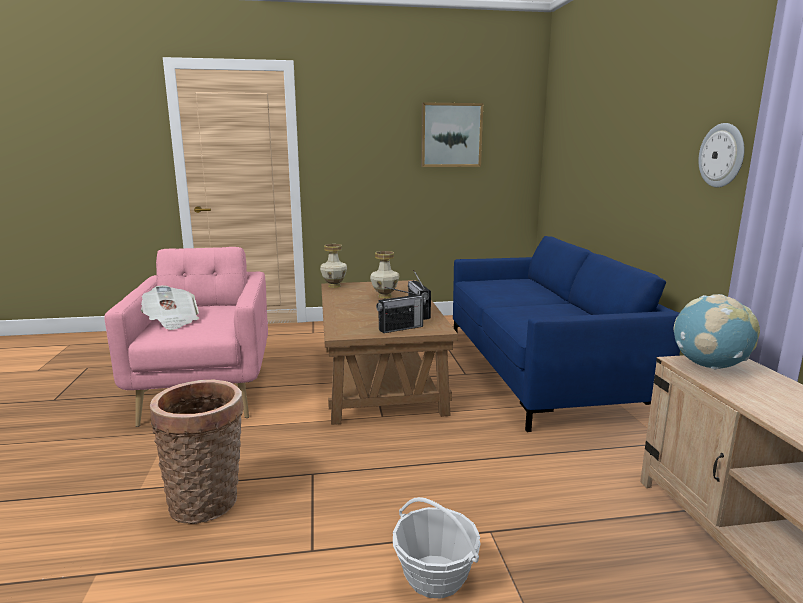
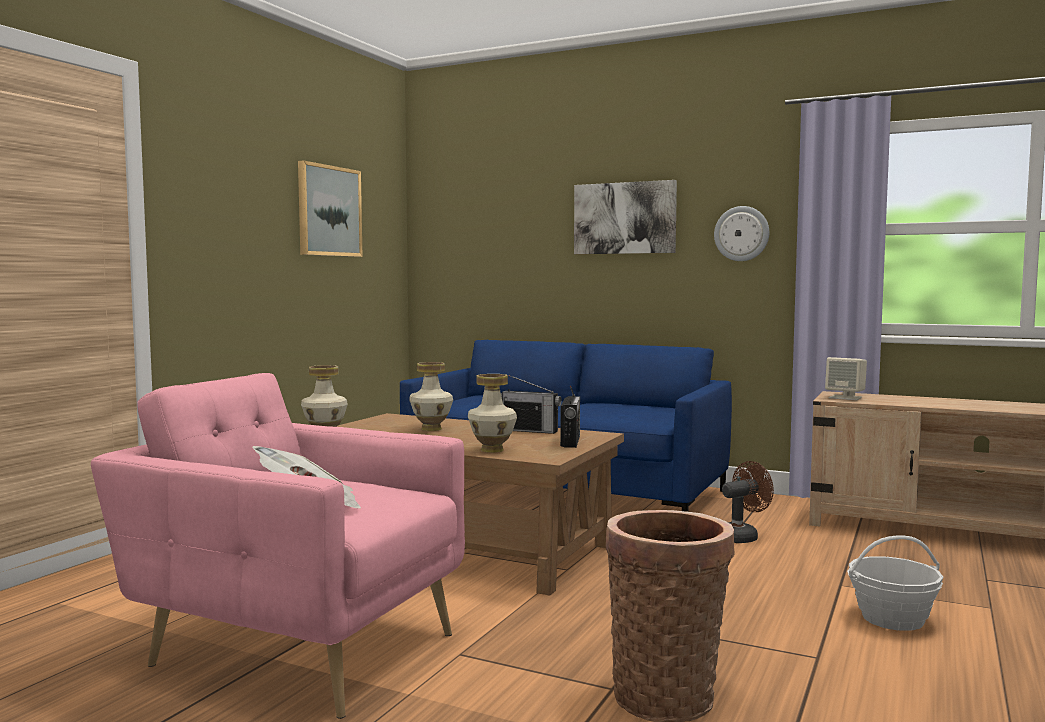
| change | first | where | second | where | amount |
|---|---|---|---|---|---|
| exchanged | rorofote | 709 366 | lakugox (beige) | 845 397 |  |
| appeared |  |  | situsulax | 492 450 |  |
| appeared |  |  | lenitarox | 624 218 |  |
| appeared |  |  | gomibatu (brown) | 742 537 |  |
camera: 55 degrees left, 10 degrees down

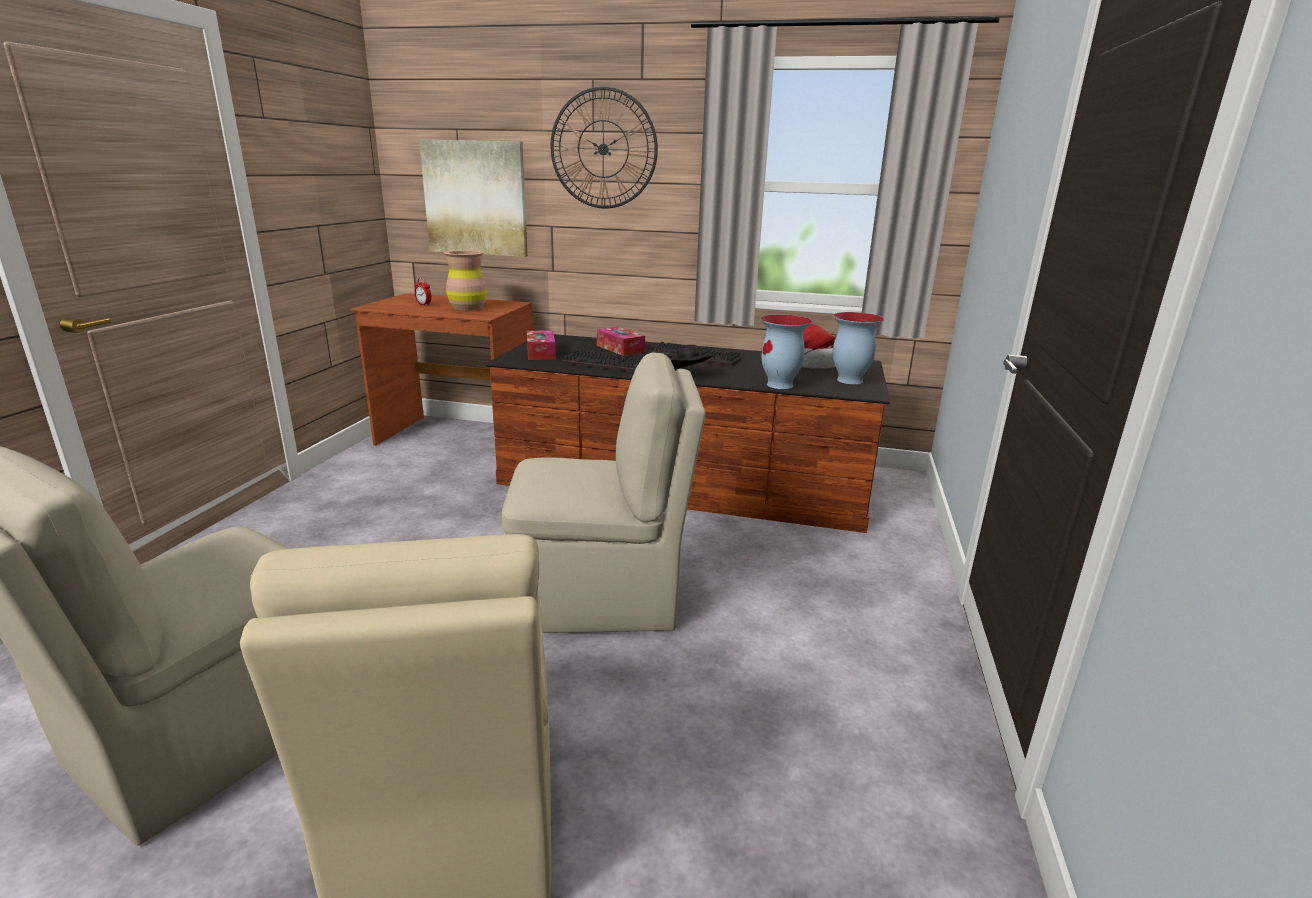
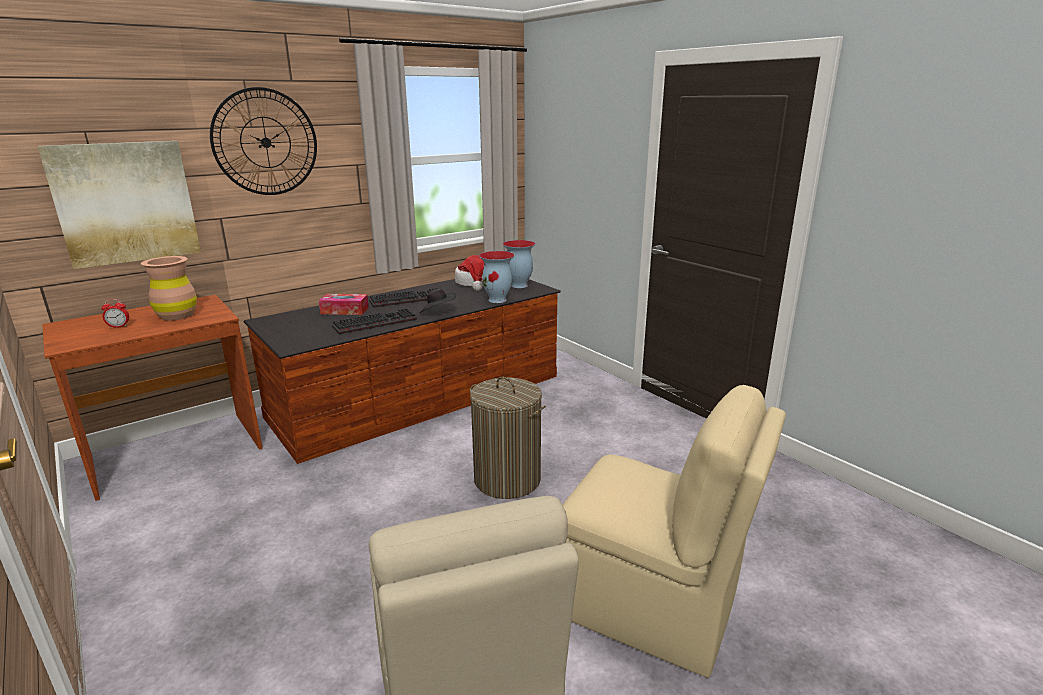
| change | first | where | second | where | amount |
|---|---|---|---|---|---|
| exchanged | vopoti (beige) | 599 597 | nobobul | 507 479 |  |
| missing | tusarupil | 541 353 |  |  |  |
camera: 50 degrees left, 0 degrees up

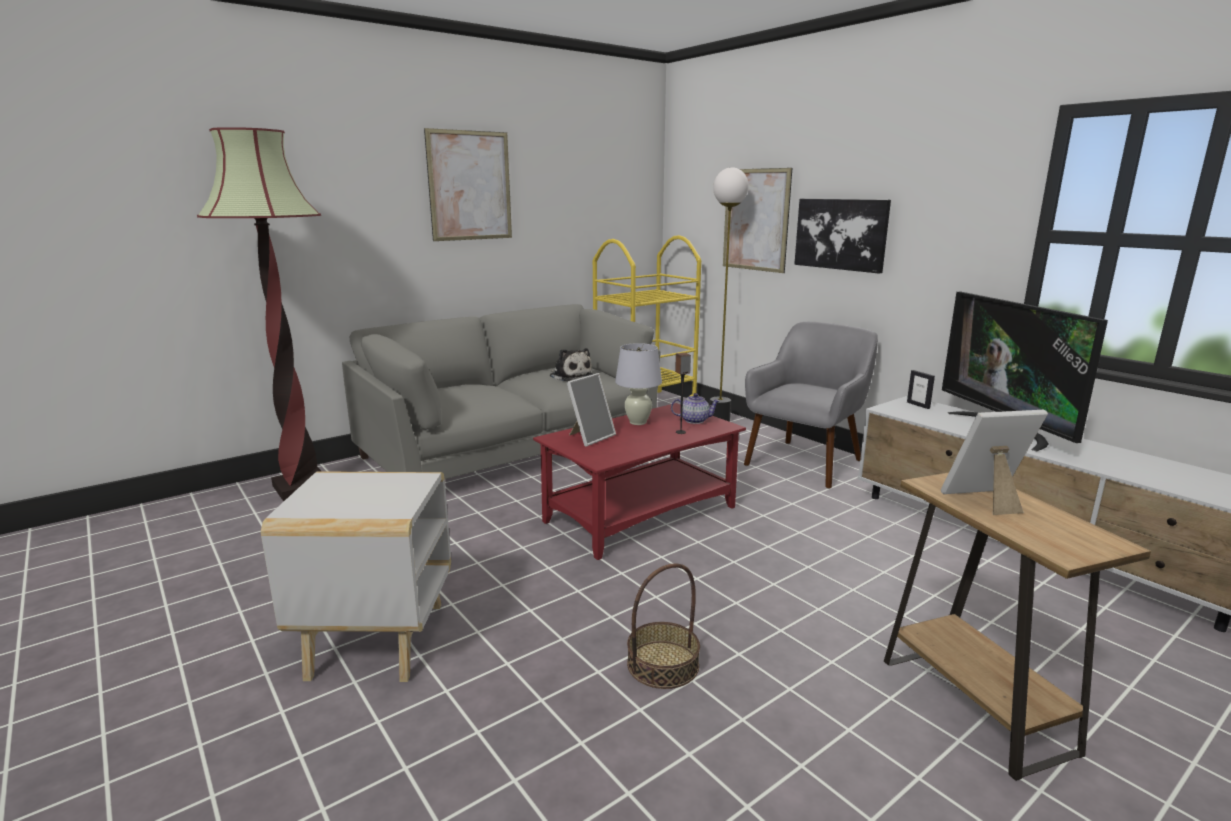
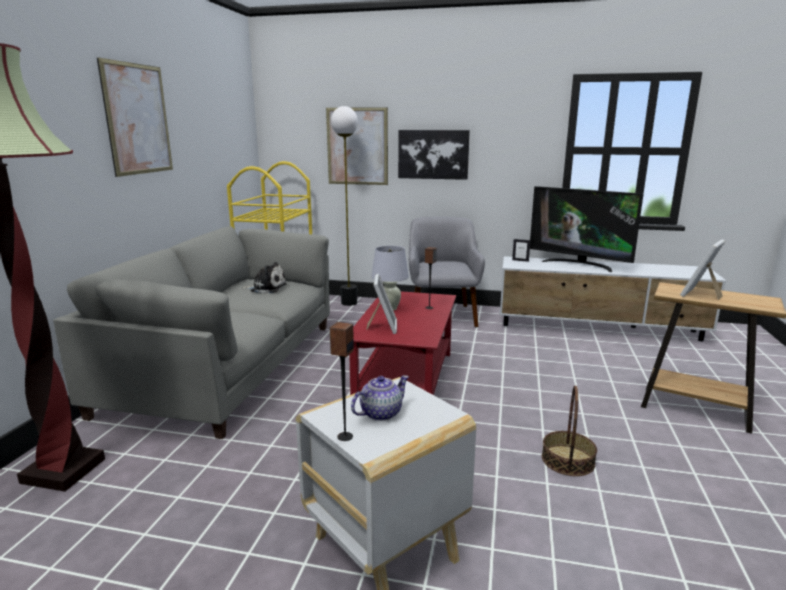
| change | first | where | second | where | amount |
|---|---|---|---|---|---|
| relocated | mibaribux | 694 420 |  | 380 413 |  |
| appeared |  |  | lakugox | 344 436 |  |
camera: 40 degrees left, 0 degrees up

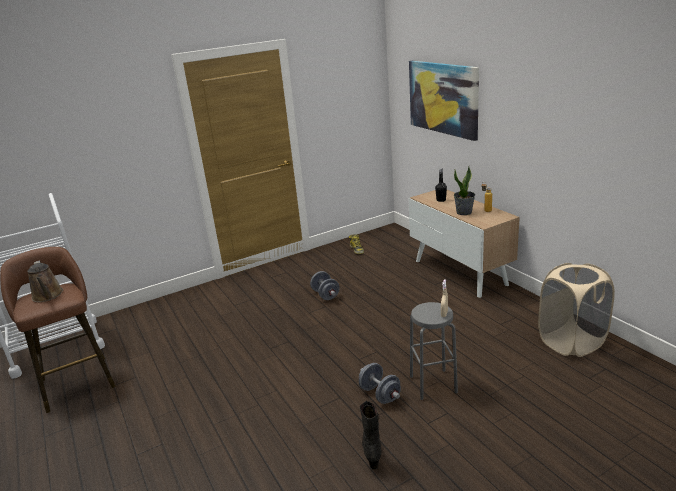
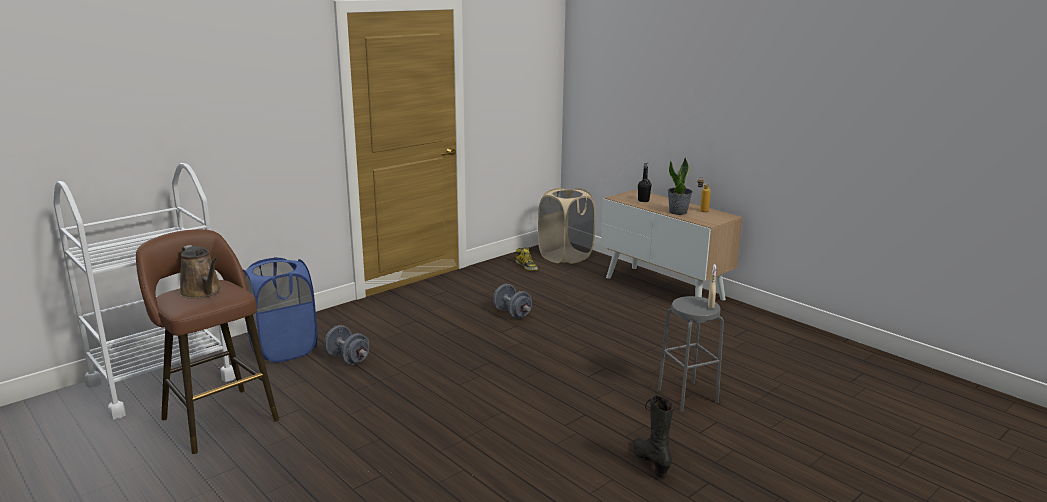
| change | first | where | second | where | amount |
|---|---|---|---|---|---|
| relocated | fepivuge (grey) | 380 394 |  | 347 359 |  |
| missing | lenitarox | 443 98 |  |  |  |
| relocated | nobobul (beige) | 571 342 |  | 565 257 |  |
| appeared |  |  | nobobul (blue) | 284 349 |  |
camera: 15 degrees left, 5 degrees down

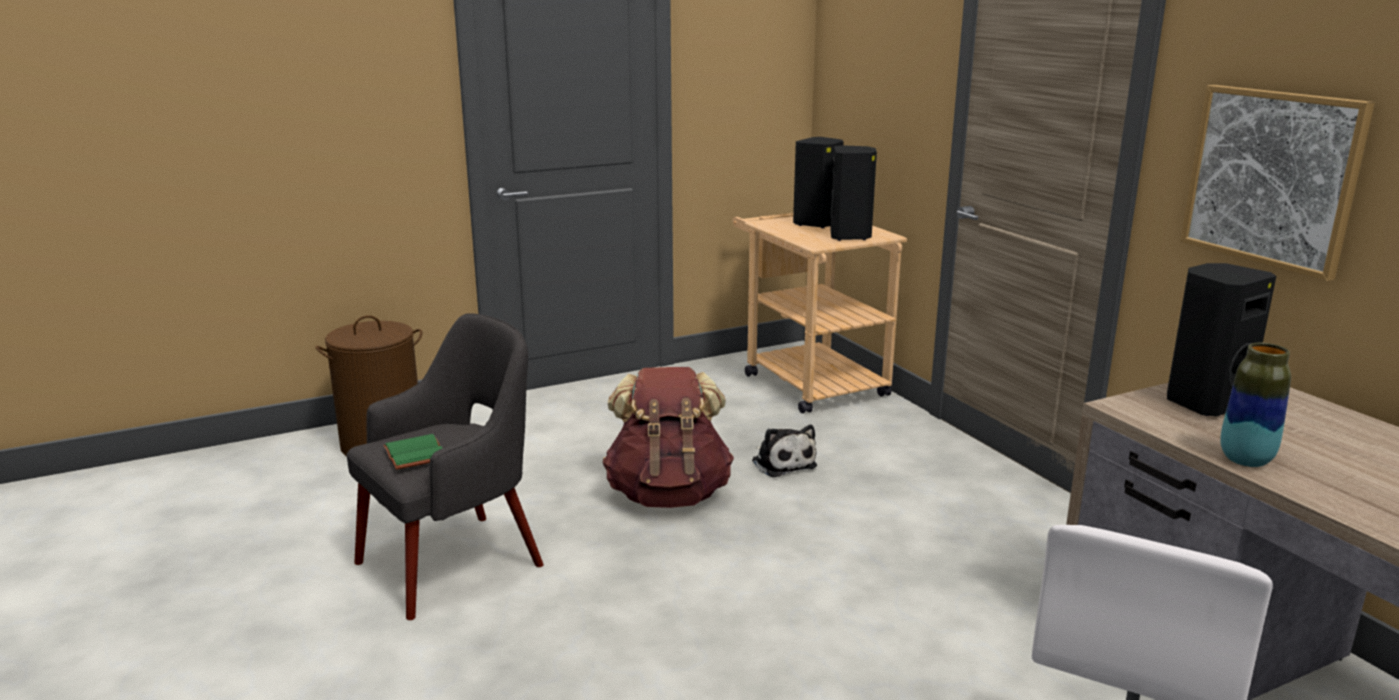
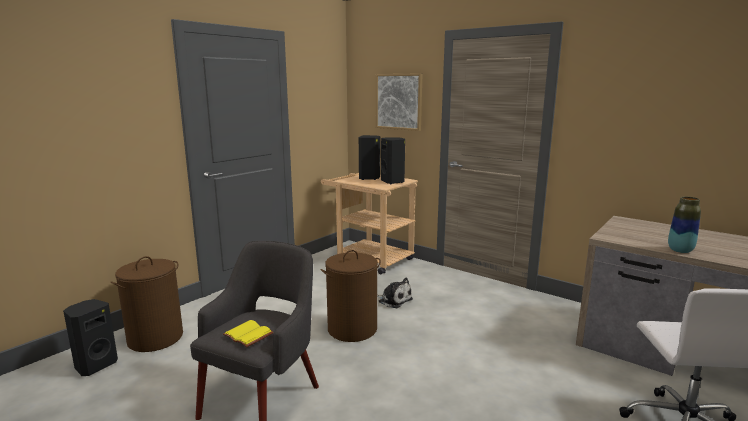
| change | first | where | second | where | amount |
|---|---|---|---|---|---|
| colour | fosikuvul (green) | 417 454 | fosikuvul (yellow) | 249 334 |  |
| exchanged | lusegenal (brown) | 668 494 | nobobul (brown) | 352 329 |  |
| relocated | lakugox (black) | 1203 402 |  | 95 365 |  |
| relocated | lenitarox | 1272 178 |  | 399 101 |  |
camera: 25 degrees left, 5 degrees down

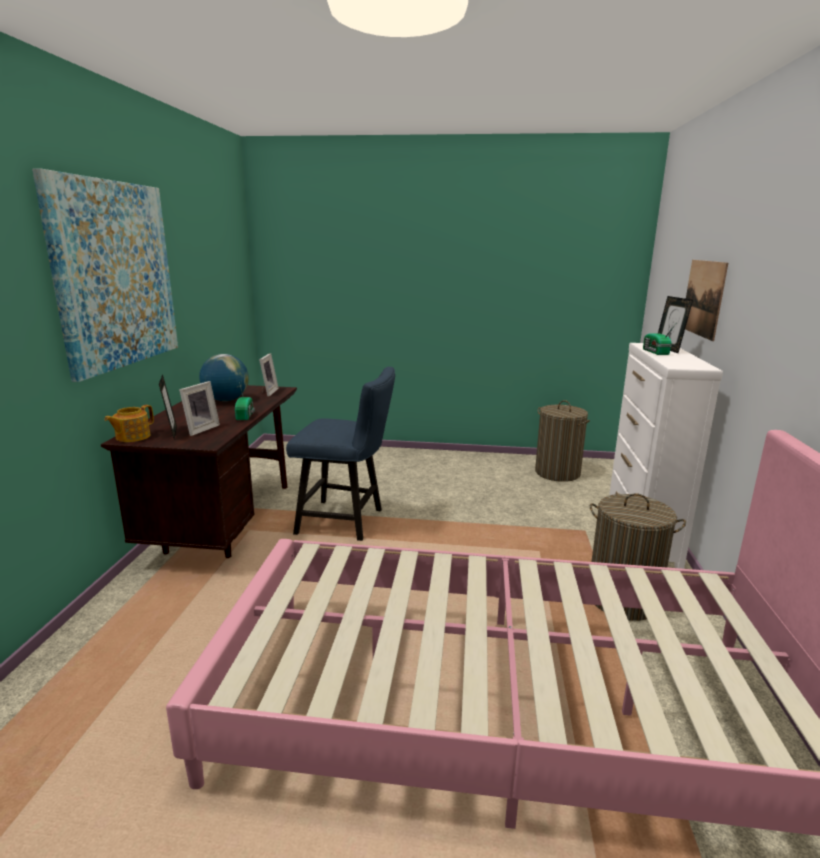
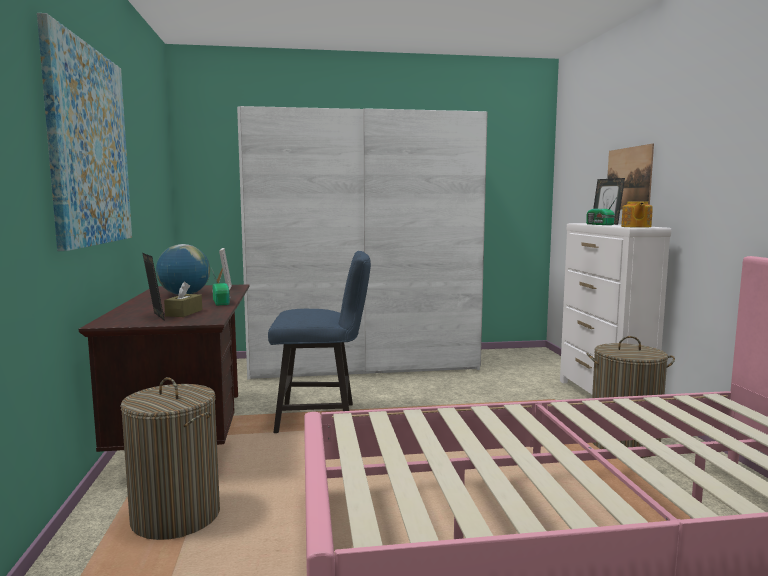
| change | first | where | second | where | amount |
|---|---|---|---|---|---|
| relocated | mibaribux | 132 437 |  | 635 227 |  |
| exchanged | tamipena | 200 429 | tusarupil (brown) | 184 313 |  |
| relocated | nobobul | 557 473 |  | 175 516 |  |
| appeared |  |  | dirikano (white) | 363 364 |  |
camera: 15 degrees left, 10 degrees down

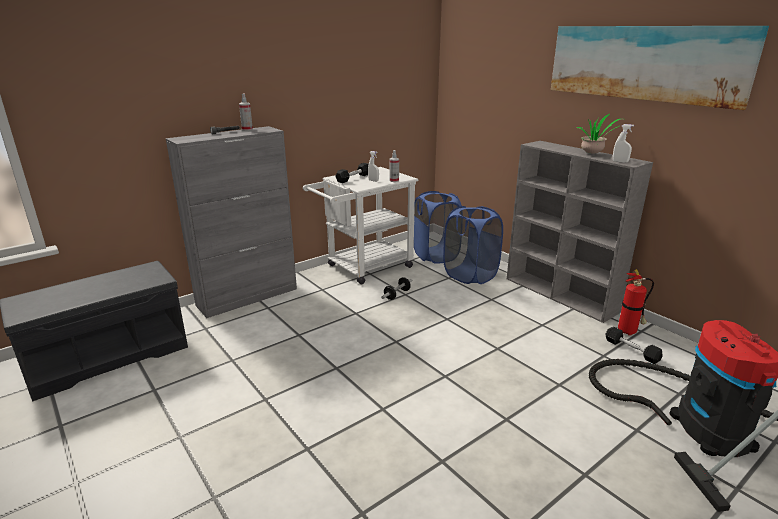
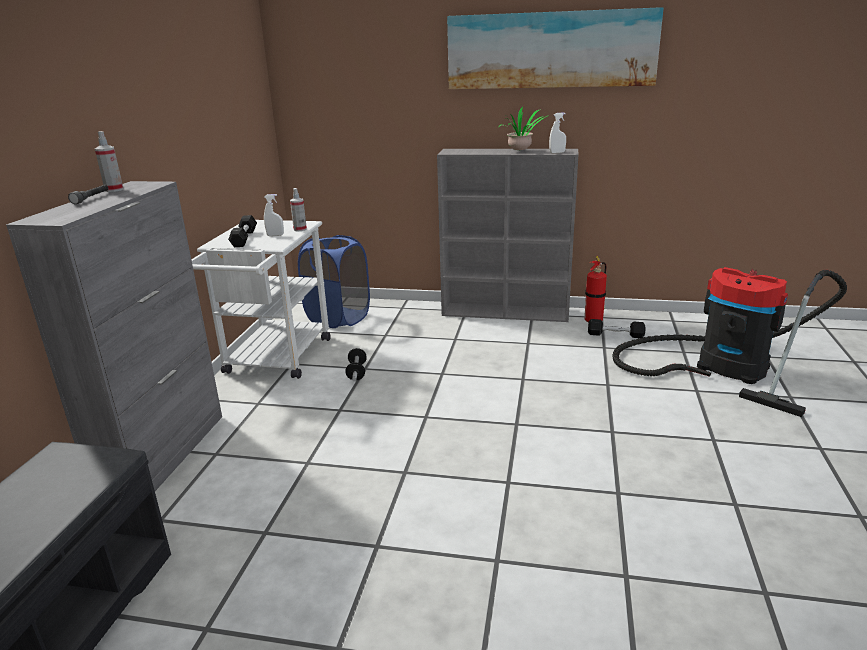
| change | first | where | second | where | amount |
|---|---|---|---|---|---|
| missing | nobobul (blue) | 470 275 |  |  |  |
camera: 40 degrees left, 0 degrees up

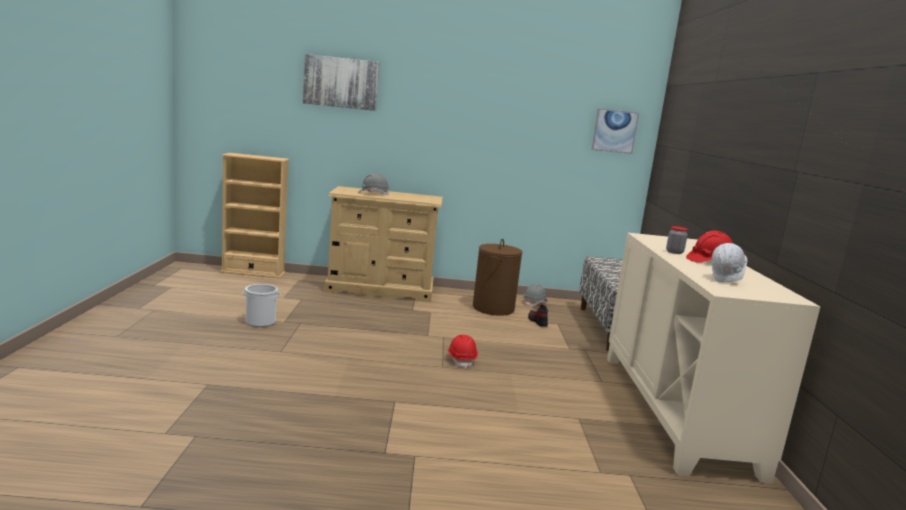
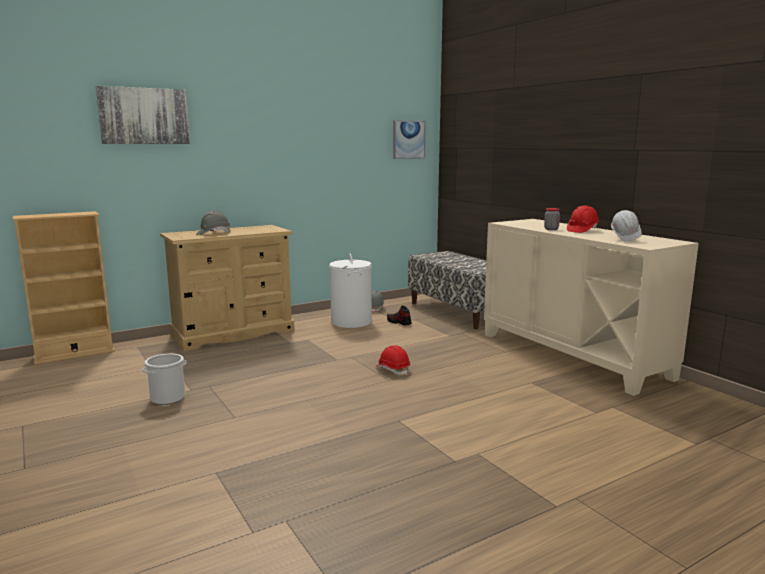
| change | first | where | second | where | amount |
|---|---|---|---|---|---|
| colour | nobobul (brown) | 493 308 | nobobul (white) | 351 322 |  |
camera: 30 degrees left, 0 degrees up

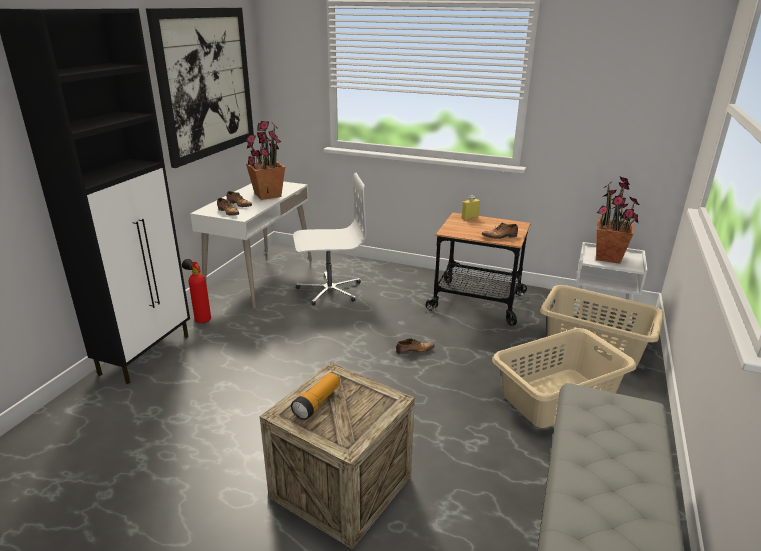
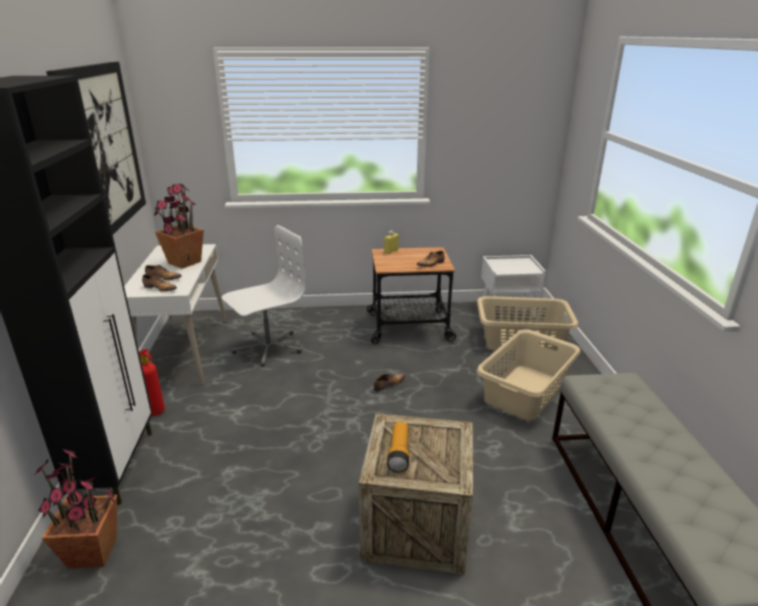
| change | first | where | second | where | amount |
|---|---|---|---|---|---|
| relocated | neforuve | 608 257 |  | 93 553 |  |
camera: 25 degrees left, 0 degrees up

